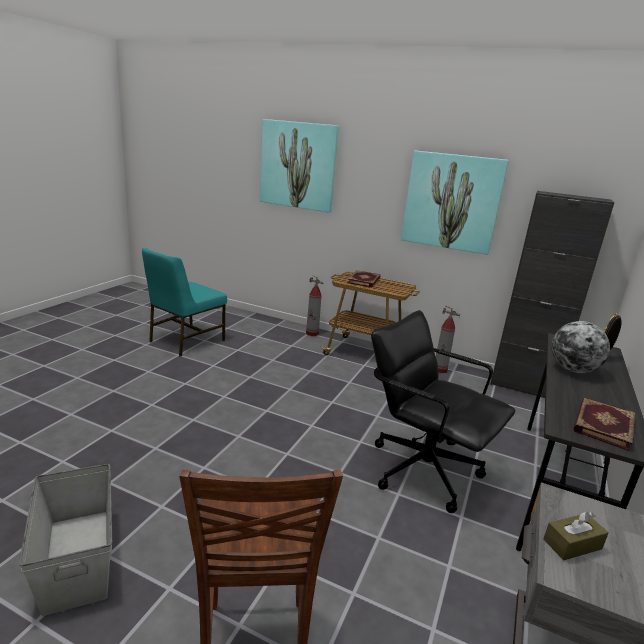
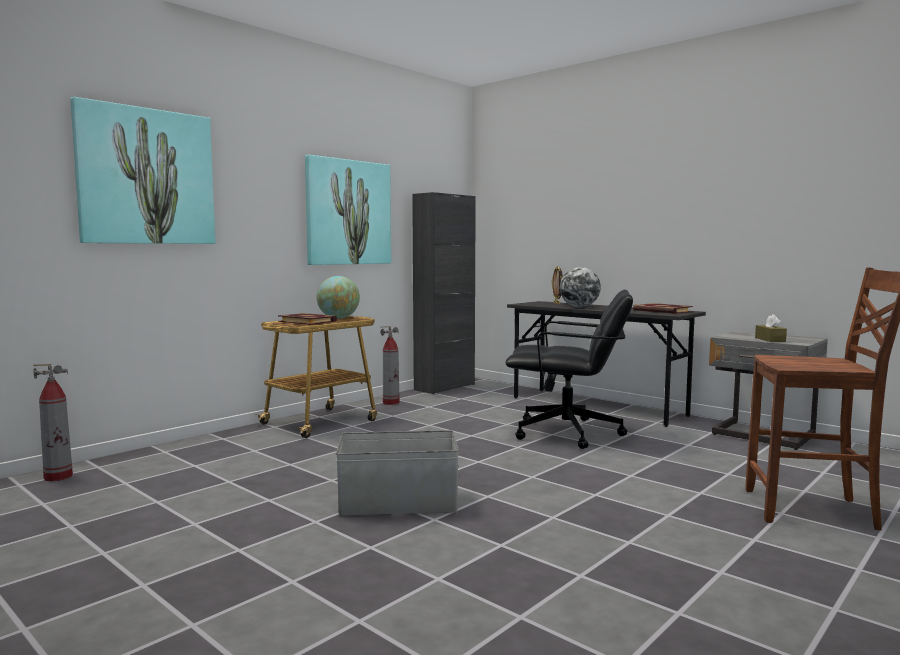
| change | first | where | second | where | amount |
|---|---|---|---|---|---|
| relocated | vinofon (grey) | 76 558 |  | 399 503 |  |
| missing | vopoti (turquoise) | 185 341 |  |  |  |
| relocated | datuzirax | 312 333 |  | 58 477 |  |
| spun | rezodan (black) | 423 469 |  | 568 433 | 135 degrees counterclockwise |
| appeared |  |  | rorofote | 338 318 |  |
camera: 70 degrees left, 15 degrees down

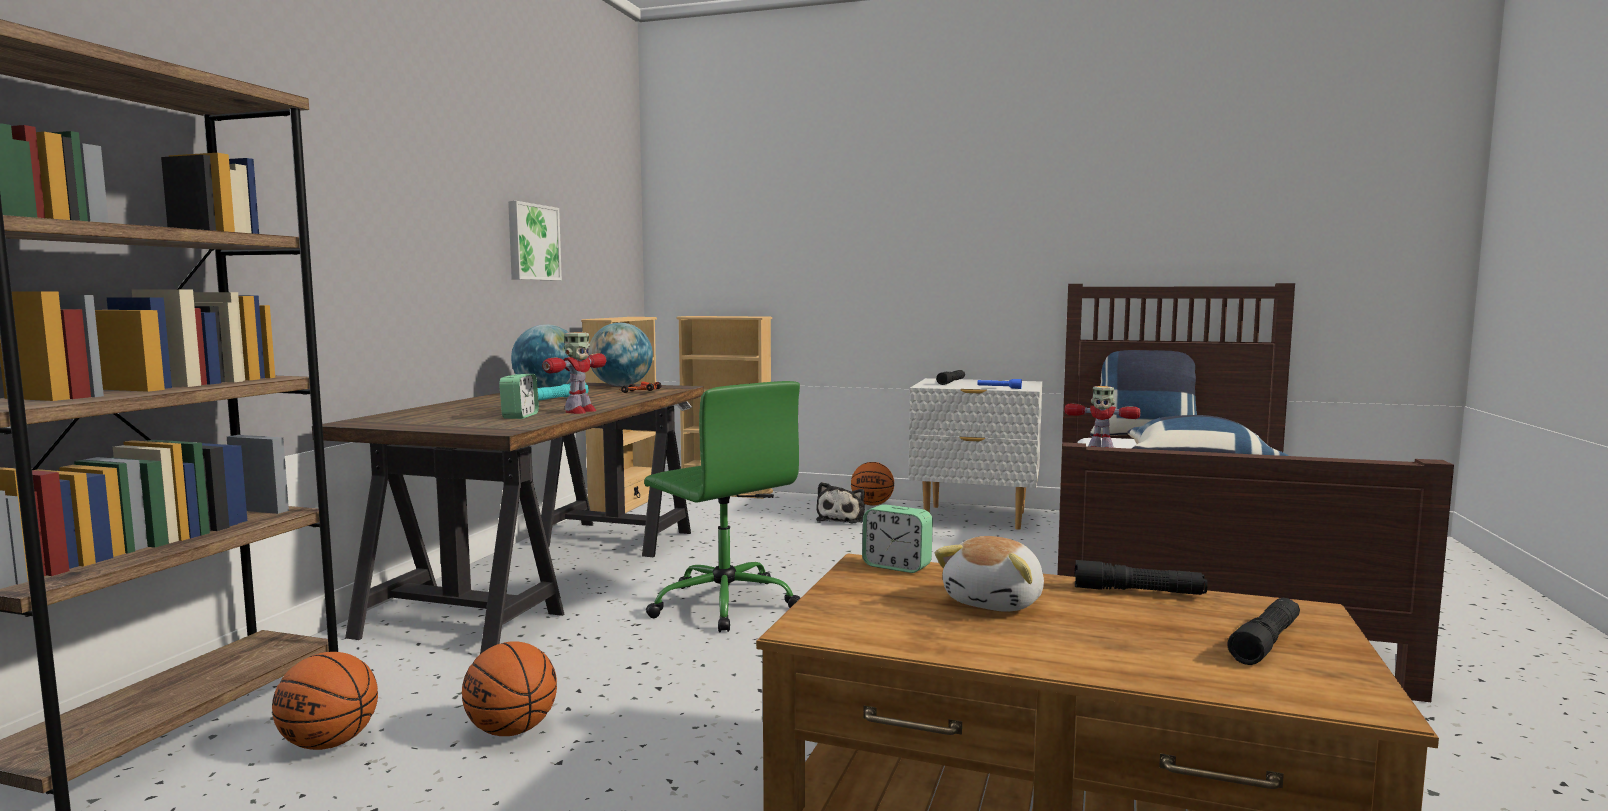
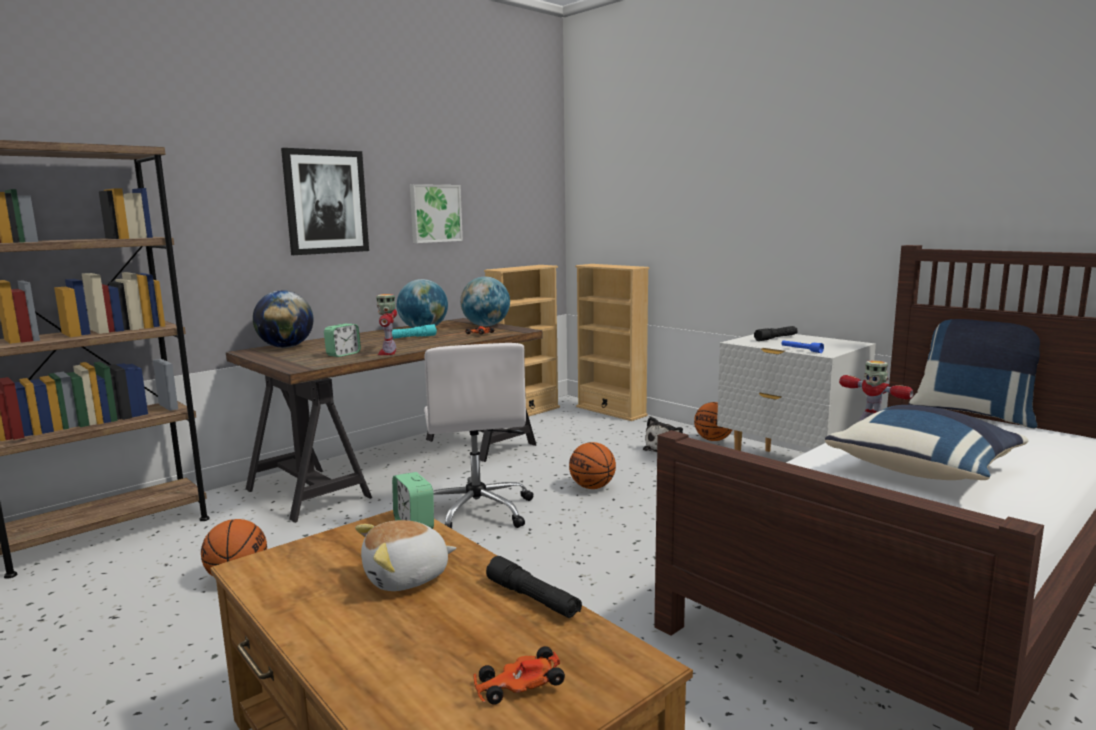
| change | first | where | second | where | amount |
|---|---|---|---|---|---|
| relocated | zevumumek | 329 743 |  | 592 487 |  |
| spun | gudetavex | 579 411 |  | 388 353 | 120 degrees clockwise |
| colour | rezodan (green) | 723 603 | rezodan (white) | 477 511 |  |
| exchanged | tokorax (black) | 1266 642 | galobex | 517 685 |  |
| appeared |  |  | rorofote | 286 347 |  |
| appeared |  |  | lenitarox | 326 202 |  |
camera: 30 degrees right, 5 degrees up

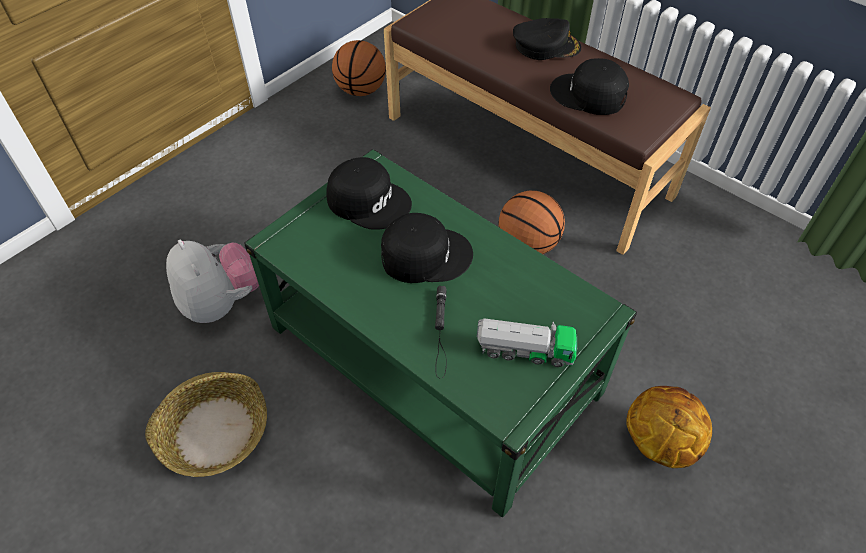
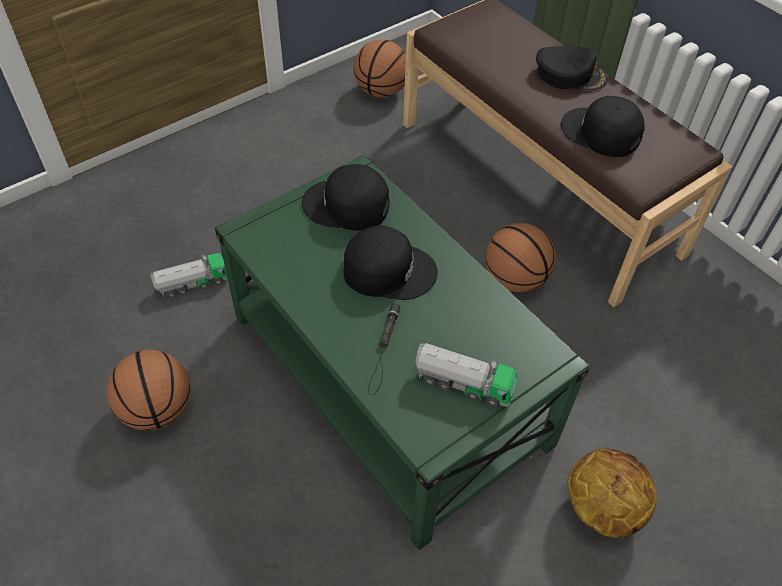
| change | first | where | second | where | amount |
|---|---|---|---|---|---|
| exchanged | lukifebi | 214 433 | zevumumek | 157 409 |  |
| exchanged | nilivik | 221 303 | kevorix | 193 284 |  |
| spun | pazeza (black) | 369 200 |  | 347 206 | 150 degrees clockwise |
camera: 10 degrees right, 0 degrees up

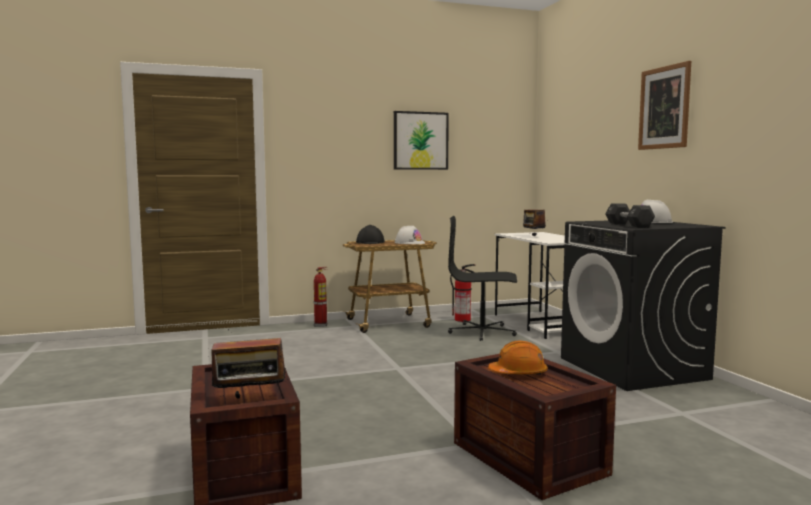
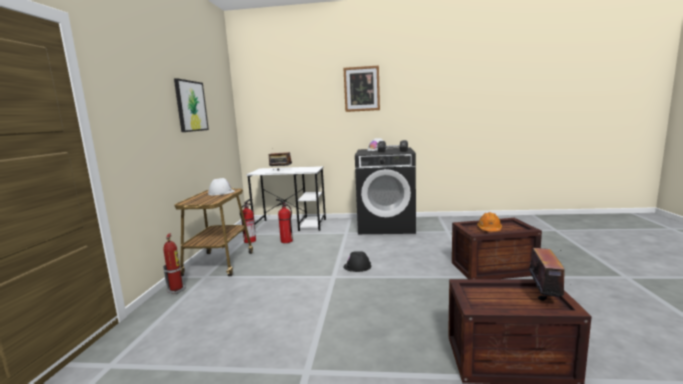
| change | first | where | second | where | amount |
|---|---|---|---|---|---|
| relocated | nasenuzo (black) | 370 242 |  | 357 266 |  |
| exchanged | rezodan (black) | 482 332 | datuzirax | 286 241 |  |
camera: 65 degrees left, 5 degrees up

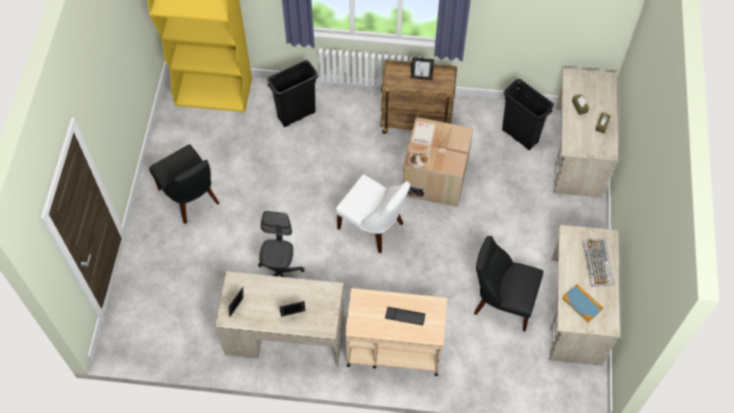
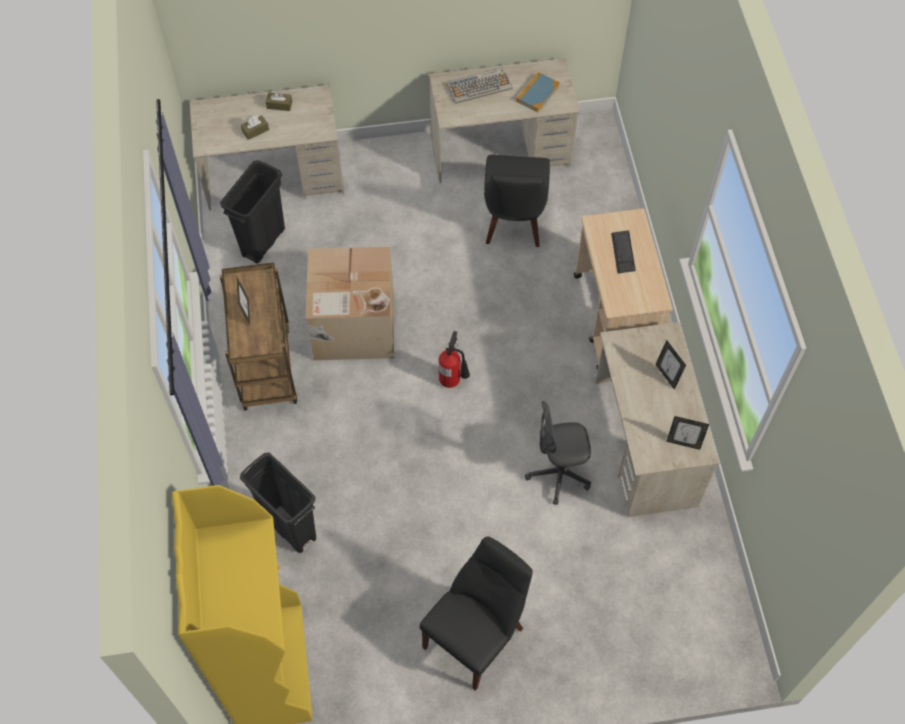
| change | first | where | second | where | amount |
|---|---|---|---|---|---|
| exchanged | vopoti (white) | 373 227 | datuzirax | 453 380 |  |
camera: 105 degrees left, 0 degrees up

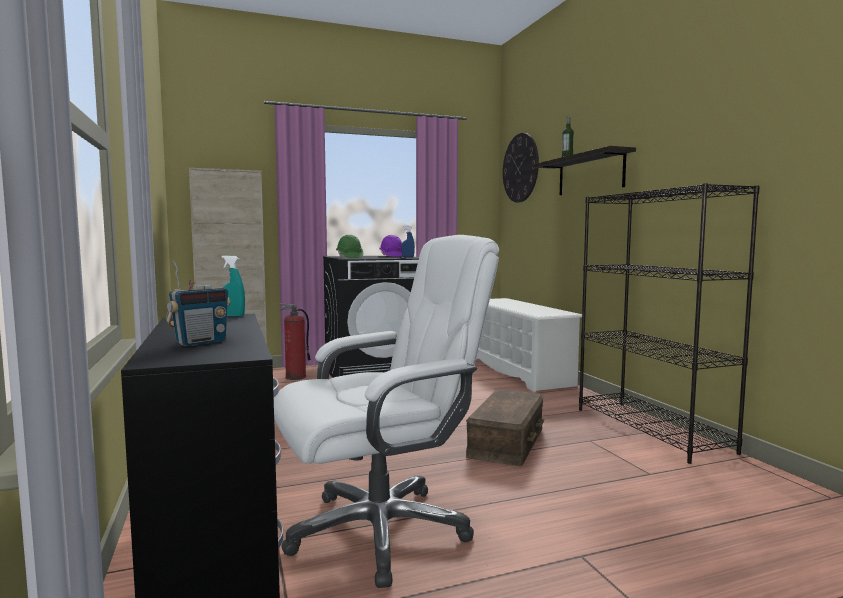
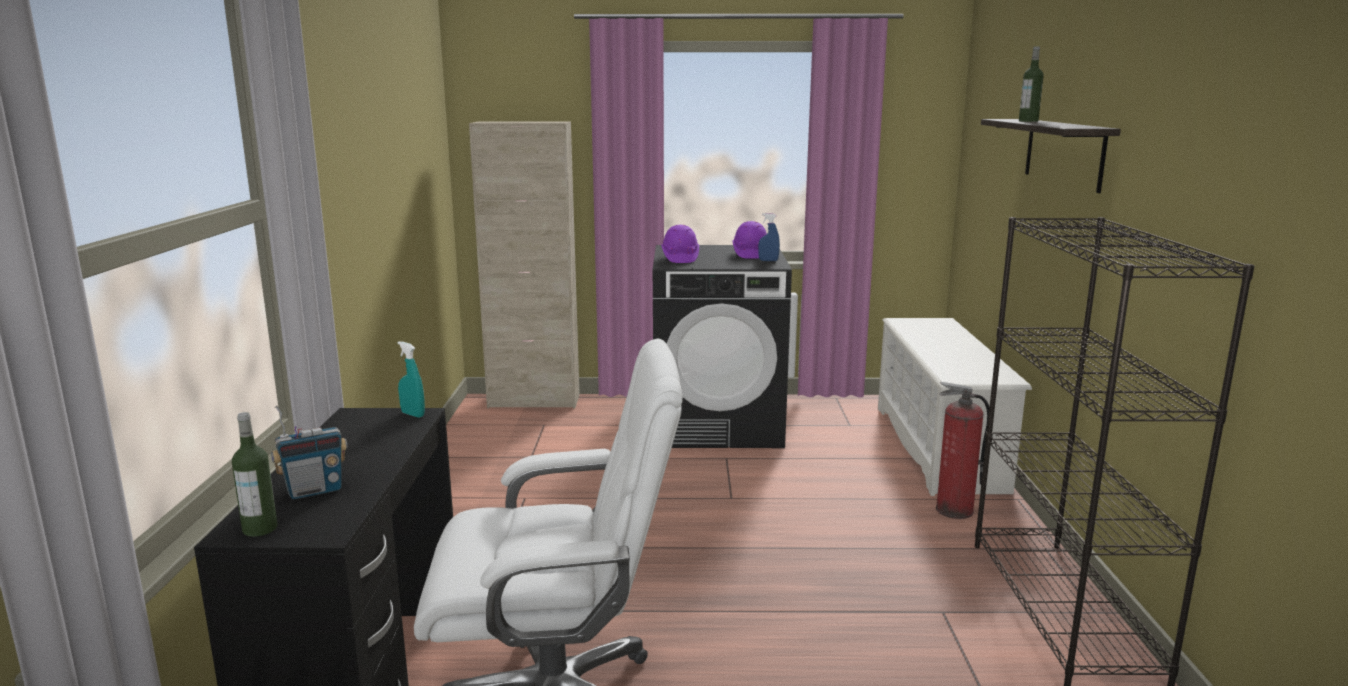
| change | first | where | second | where | amount |
|---|---|---|---|---|---|
| relocated | datuzirax | 295 377 |  | 954 510 |  |
| colour | nasenuzo (green) | 349 257 | nasenuzo (purple) | 680 258 |  |
| missing | vinofon (brown) | 507 441 |  |  |  |
| missing | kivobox | 520 168 |  |  |  |
| appeared |  |  | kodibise | 260 529 |  |
camera: 20 degrees right, 10 degrees up

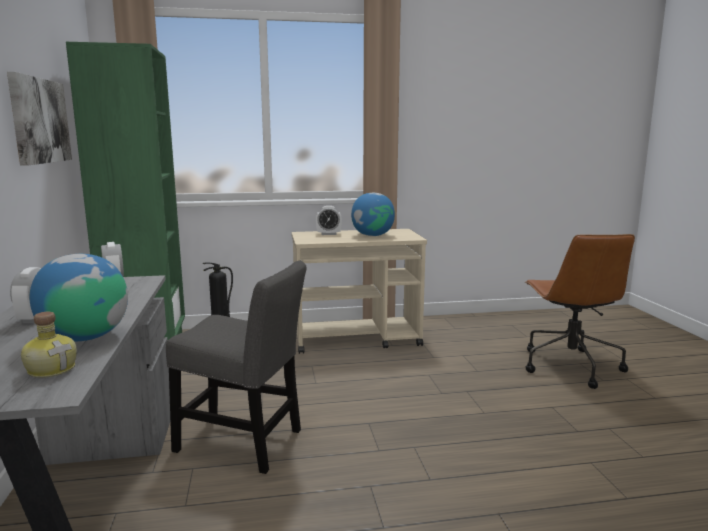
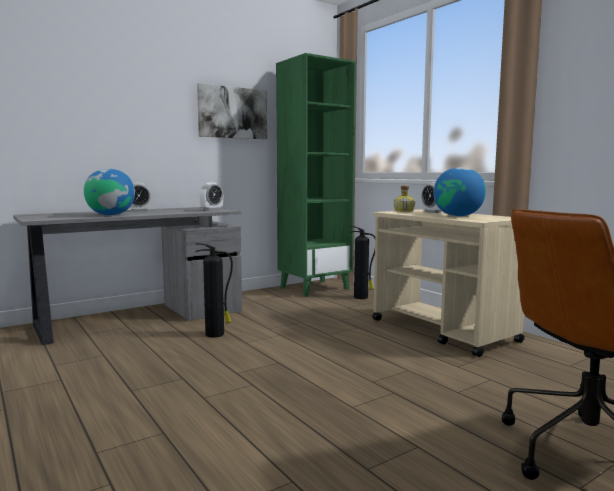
| change | first | where | second | where | amount |
|---|---|---|---|---|---|
| relocated | kodibise | 52 369 |  | 404 211 |  |
| exchanged | vopoti (grey) | 244 443 | datuzirax | 216 334 |  |
camera: 65 degrees right, 5 degrees down

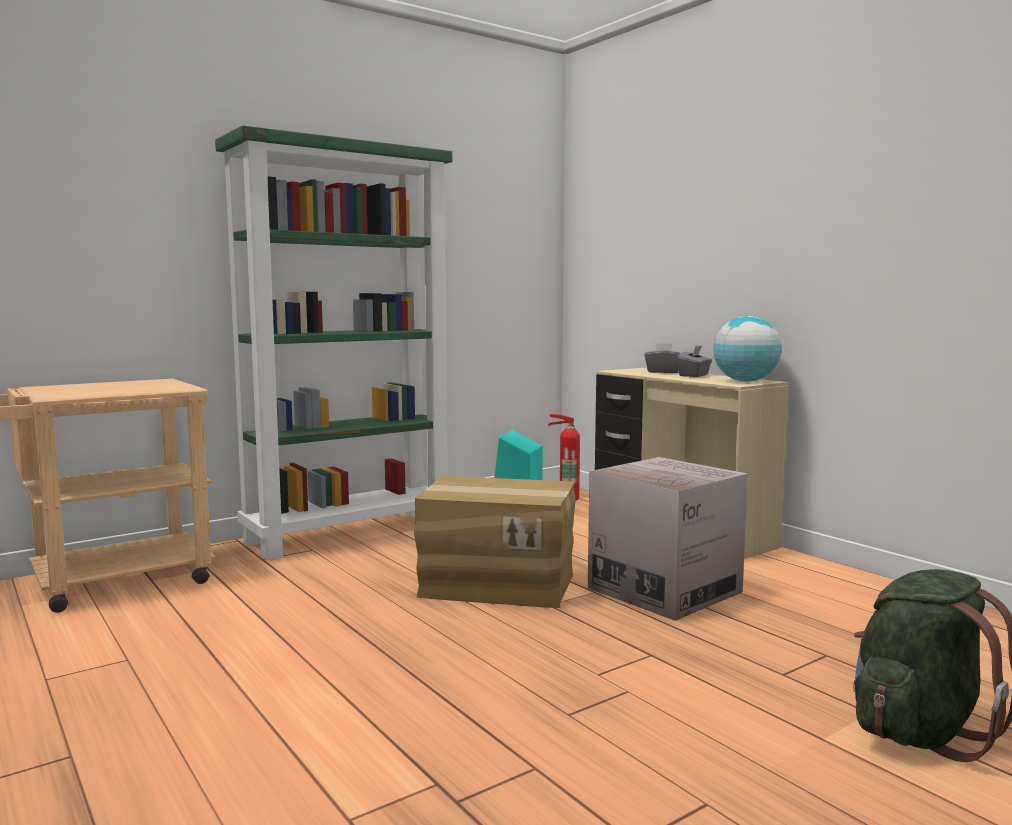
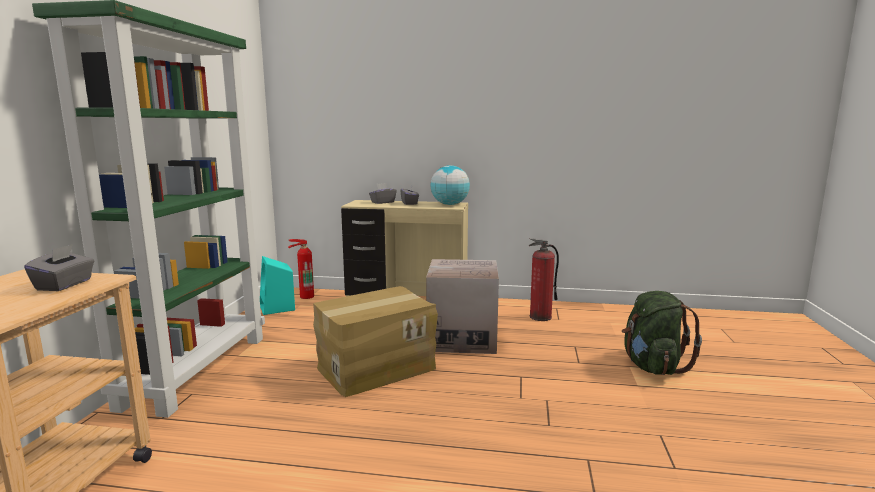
| change | first | where | second | where | amount |
|---|---|---|---|---|---|
| appeared |  |  | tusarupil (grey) | 65 285 |  |
| appeared |  |  | datuzirax | 540 317 |  |
camera: 45 degrees left, 5 degrees up

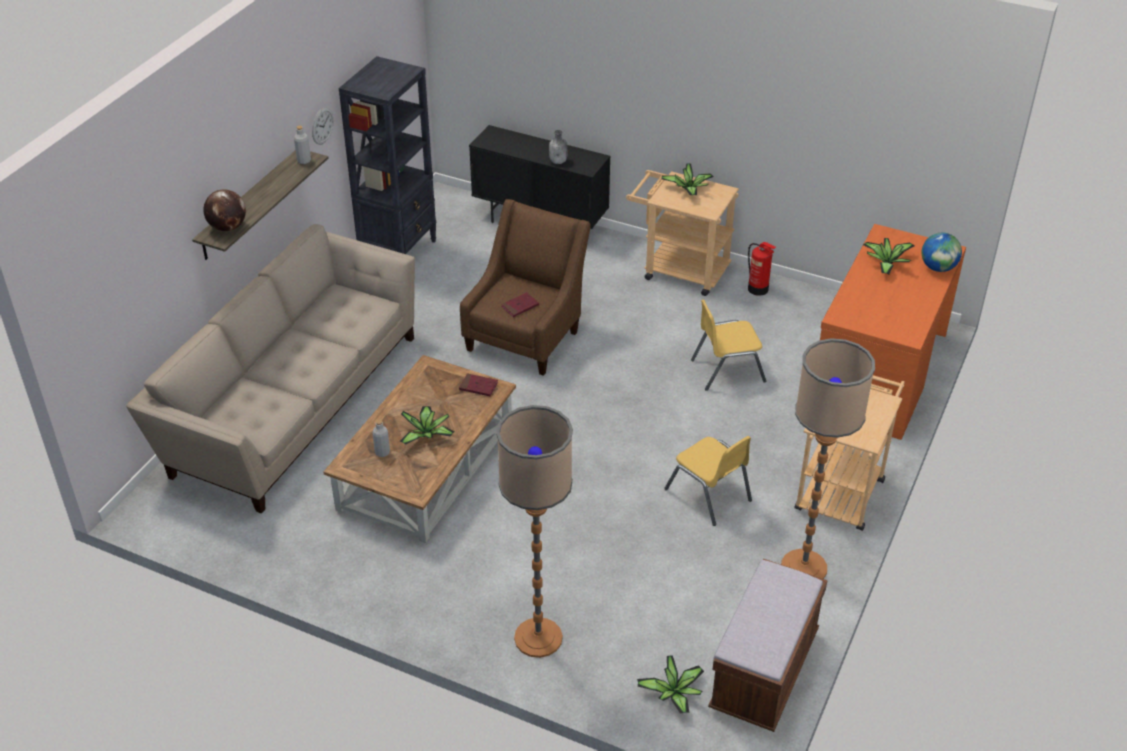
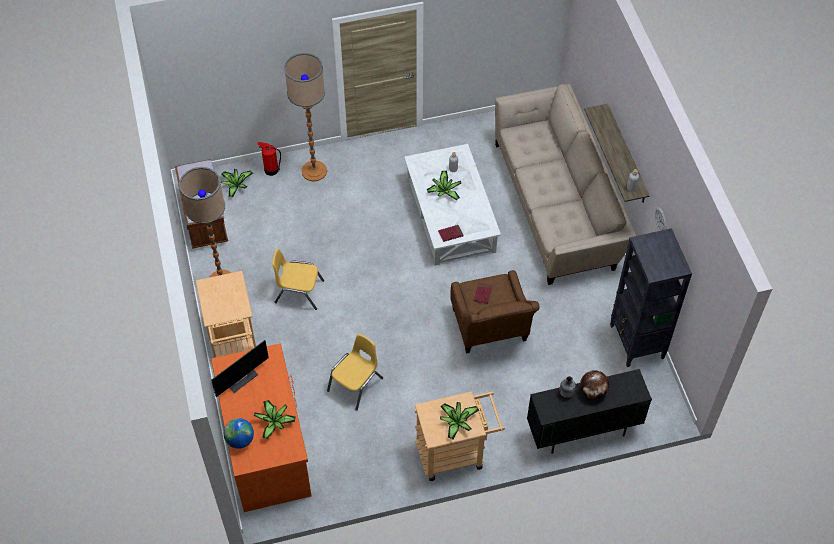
| change | first | where | second | where | amount |
|---|---|---|---|---|---|
| relocated | rorofote | 227 227 |  | 593 391 |  |
| colour | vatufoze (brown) | 426 465 | vatufoze (white) | 451 215 |  |
| relocated | datuzirax | 758 289 |  | 271 170 |  |
| appeared |  |  | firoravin | 240 377 |  |
camera: 140 degrees right, 15 degrees up

